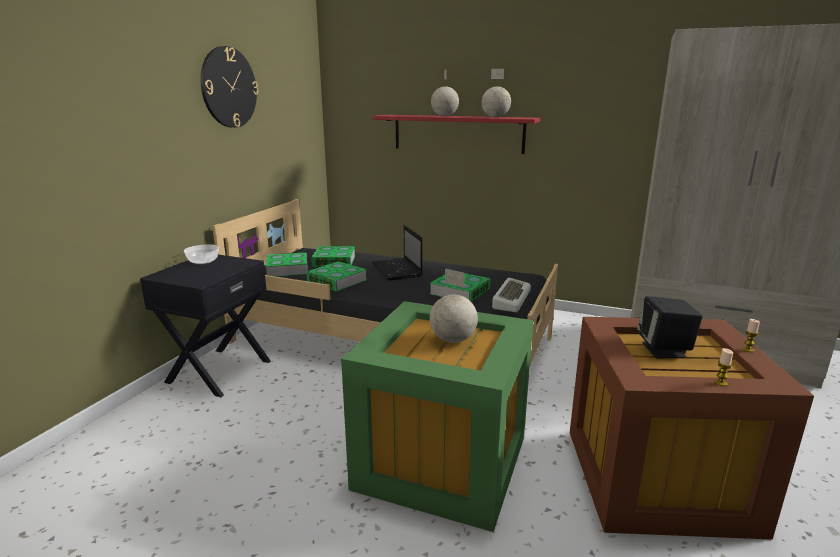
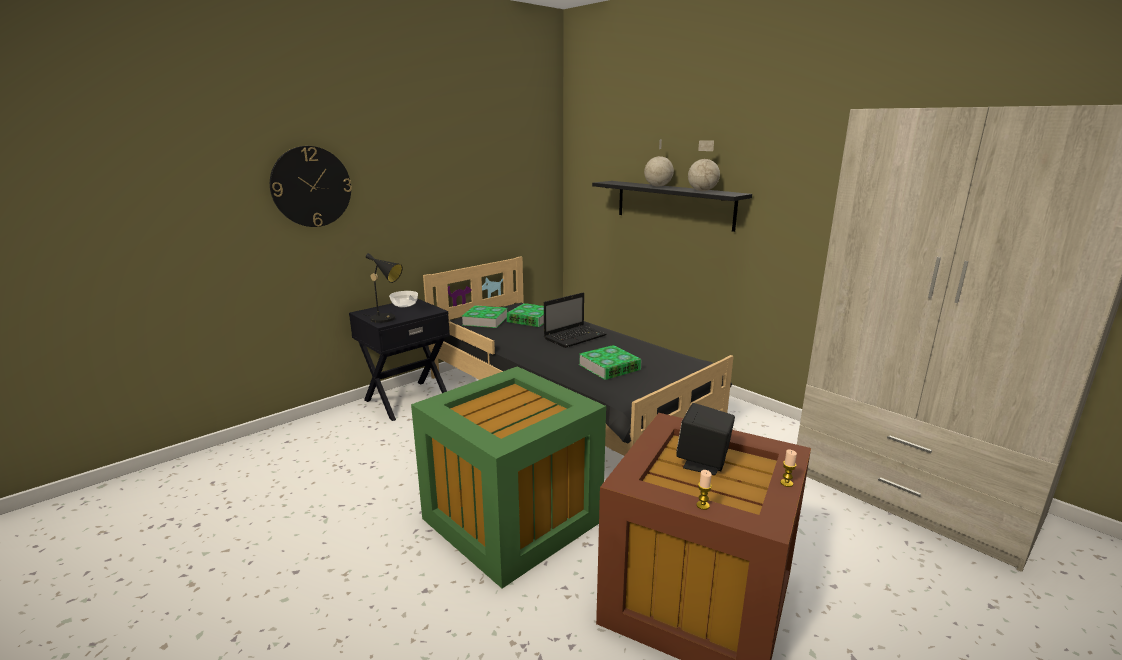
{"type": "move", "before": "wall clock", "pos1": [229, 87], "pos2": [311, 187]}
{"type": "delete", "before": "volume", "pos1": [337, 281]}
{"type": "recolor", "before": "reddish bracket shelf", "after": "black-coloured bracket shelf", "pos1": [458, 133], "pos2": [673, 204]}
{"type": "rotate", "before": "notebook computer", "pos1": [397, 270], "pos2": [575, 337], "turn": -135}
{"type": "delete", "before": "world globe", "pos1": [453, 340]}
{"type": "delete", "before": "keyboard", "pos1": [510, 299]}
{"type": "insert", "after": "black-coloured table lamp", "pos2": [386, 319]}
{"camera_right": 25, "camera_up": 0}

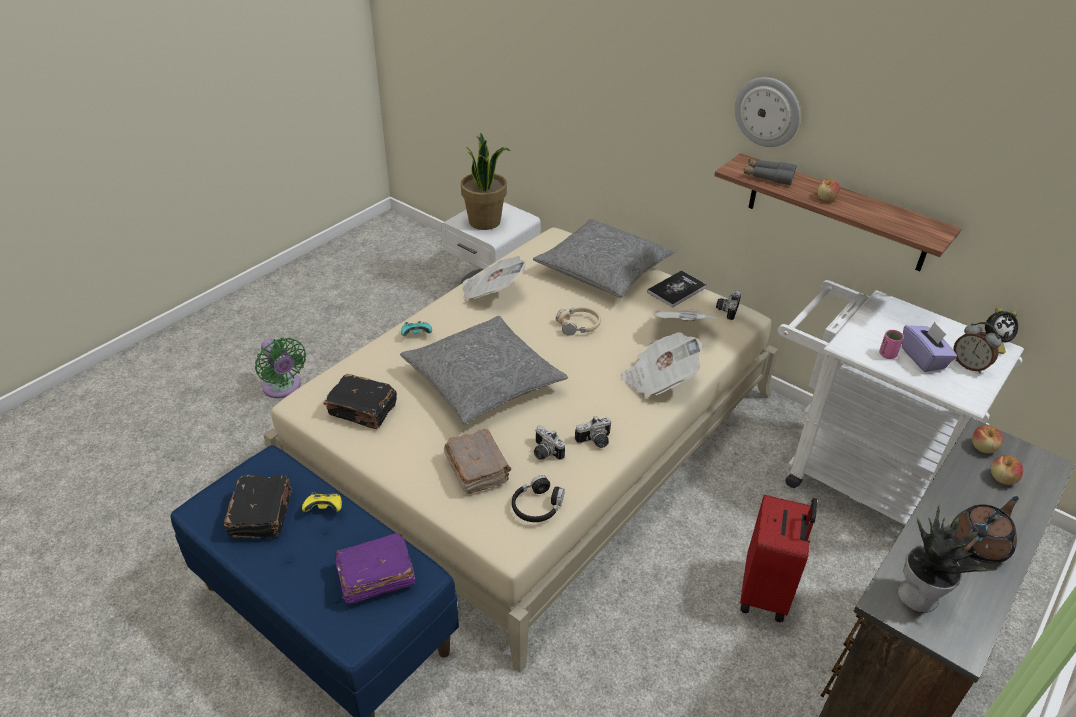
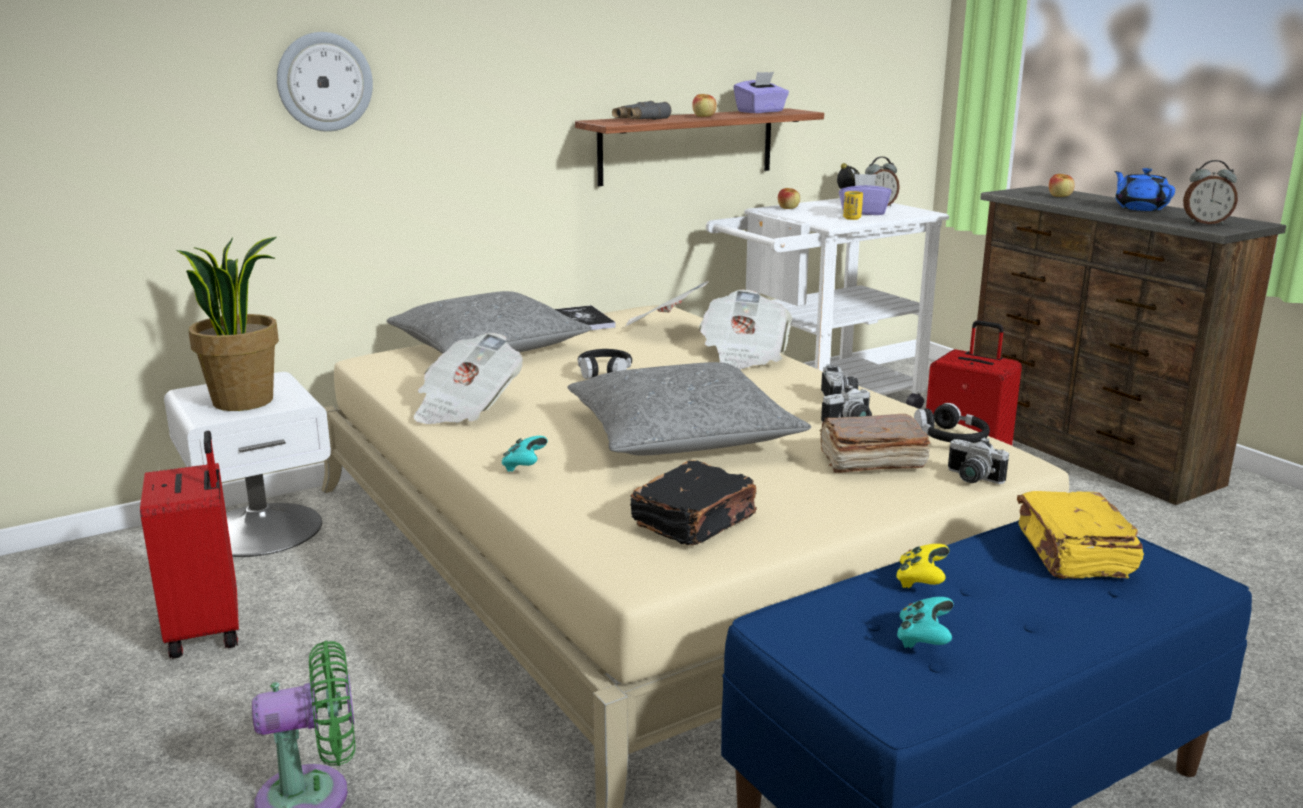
{"type": "replace", "before": "black-coloured volume", "after": "turquoise-coloured gamepad", "pos1": [262, 514], "pos2": [923, 639]}
{"type": "recolor", "before": "purple volume", "after": "yellow-coloured volume", "pos1": [375, 577], "pos2": [1073, 554]}
{"type": "recolor", "before": "sand-coloured headphones", "after": "black-coloured headphones", "pos1": [579, 325], "pos2": [604, 372]}
{"type": "move", "before": "photo camera", "pos1": [726, 310], "pos2": [971, 478]}
{"type": "move", "before": "wall clock", "pos1": [768, 112], "pos2": [324, 82]}
{"type": "recolor", "before": "pink small cup", "after": "yellow-coloured small cup", "pos1": [887, 354], "pos2": [852, 218]}
{"type": "replace", "before": "potted plant", "after": "alarm clock", "pos1": [919, 595], "pos2": [1205, 223]}
{"type": "recolor", "before": "brown-coloured teapot", "after": "blue teapot", "pos1": [979, 544], "pos2": [1140, 208]}
{"type": "move", "before": "apple", "pos1": [983, 448], "pos2": [788, 208]}
{"type": "insert", "after": "reddish suitcase", "pos2": [207, 629]}
{"type": "insert", "after": "purple tissue box", "pos2": [760, 112]}
{"camera_right": -70, "camera_up": -20}

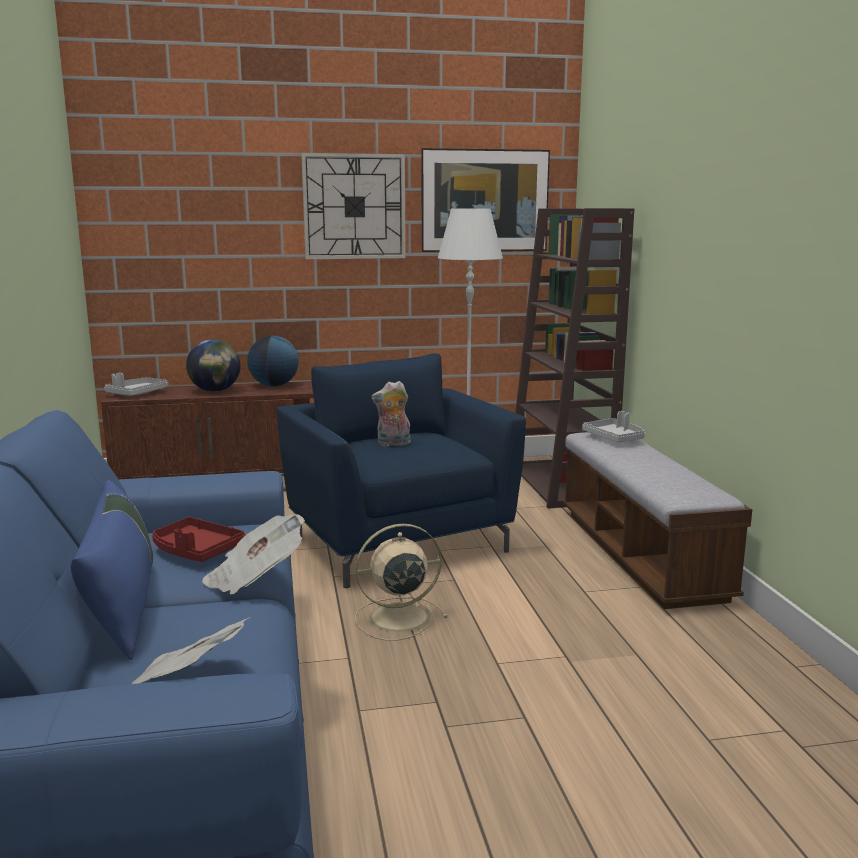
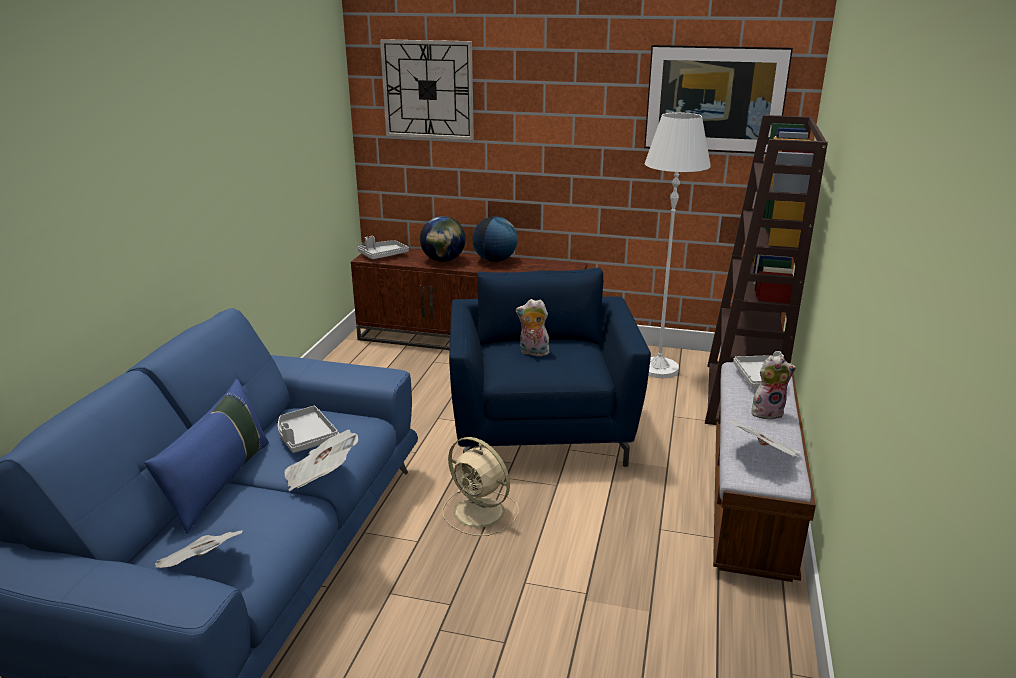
{"type": "recolor", "before": "reddish carrying tray", "after": "gray carrying tray", "pos1": [196, 551], "pos2": [305, 437]}
{"type": "move", "before": "wall clock", "pos1": [354, 207], "pos2": [428, 89]}
{"type": "rotate", "before": "sand-coloured cooling fan", "pos1": [396, 618], "pos2": [481, 512], "turn": -150}
{"type": "insert", "after": "daily paper", "pos2": [764, 456]}
{"type": "insert", "after": "cuddly toy", "pos2": [767, 412]}
{"camera_right": 25, "camera_up": 10}

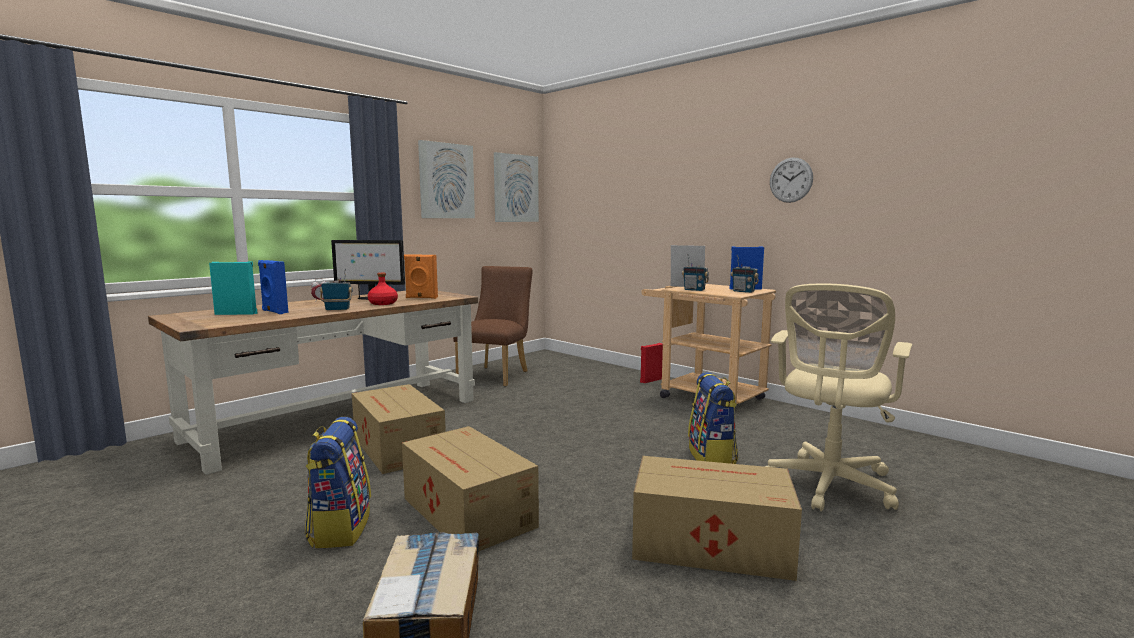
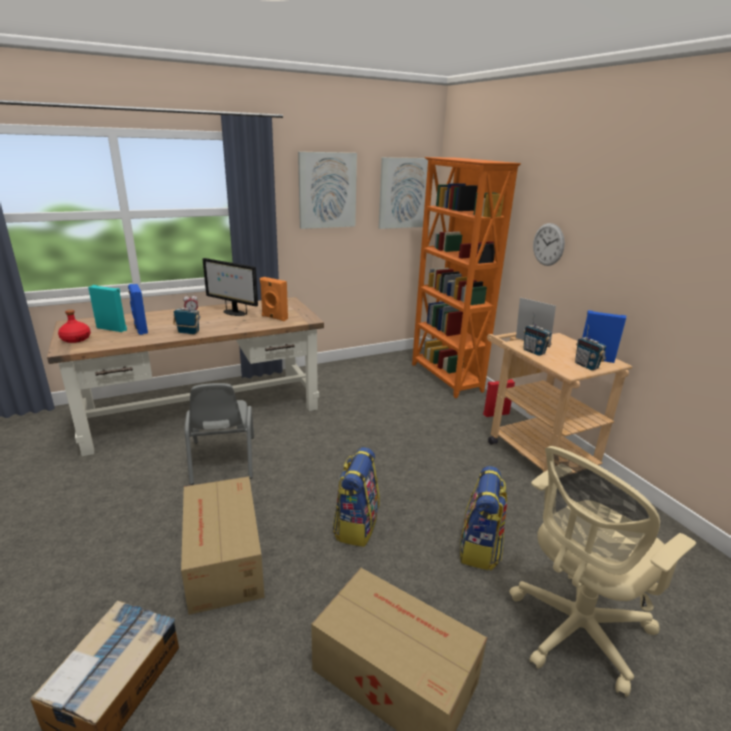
{"type": "move", "before": "backpack", "pos1": [340, 528], "pos2": [356, 525]}
{"type": "replace", "before": "packing box", "after": "gray upright chair", "pos1": [398, 448], "pos2": [222, 460]}
{"type": "move", "before": "reddish drink bottle", "pos1": [382, 303], "pos2": [75, 339]}
{"type": "delete", "before": "brown-coloured upright chair", "pos1": [496, 375]}
{"type": "move", "before": "wall clock", "pos1": [791, 180], "pos2": [548, 244]}
{"type": "insert", "after": "orangey bookshelf", "pos2": [445, 378]}
{"camera_right": 20, "camera_up": 15}

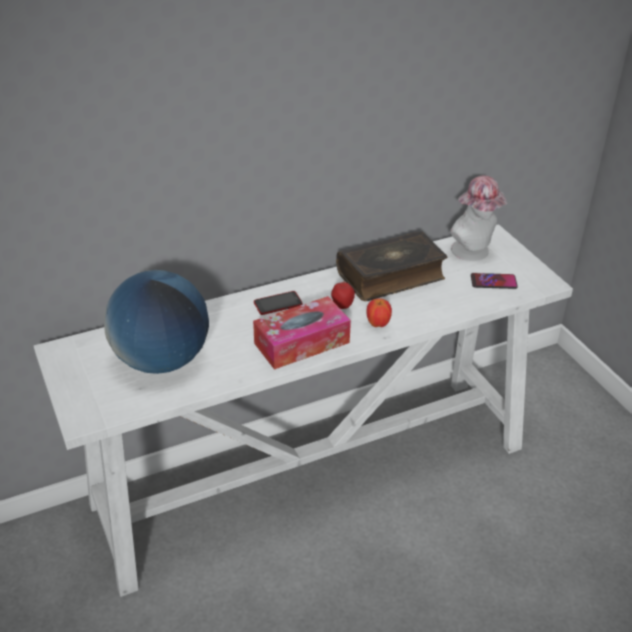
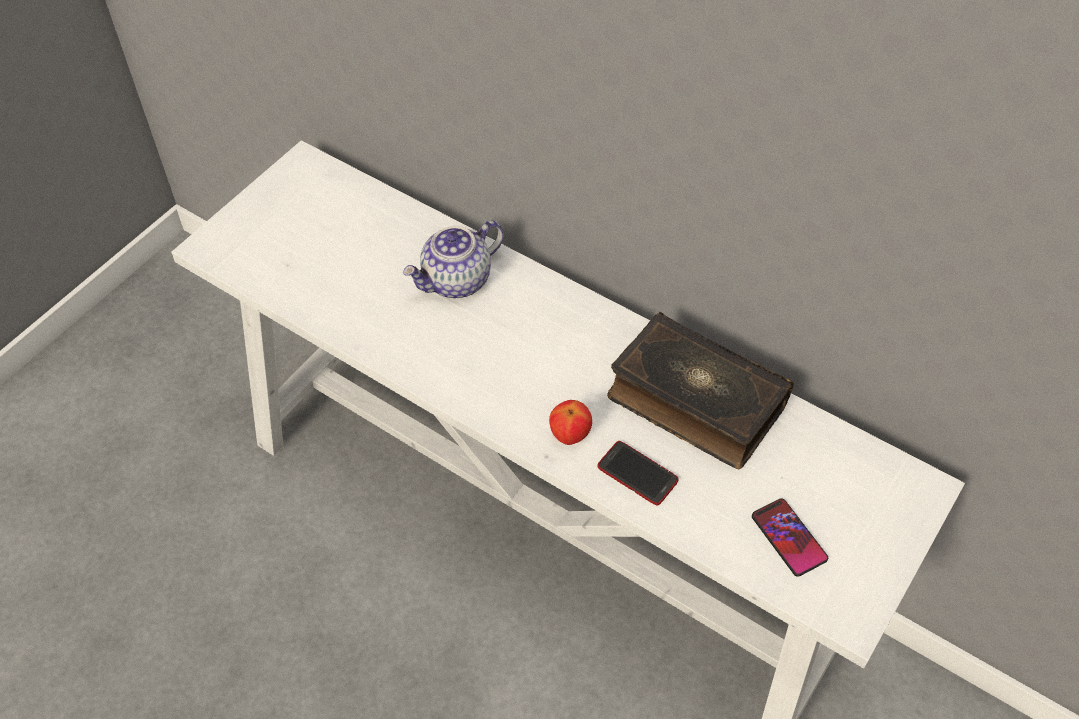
{"type": "delete", "before": "world globe", "pos1": [161, 360]}
{"type": "delete", "before": "tissue box", "pos1": [301, 343]}
{"type": "move", "before": "phone", "pos1": [278, 304], "pos2": [637, 474]}
{"type": "delete", "before": "apple", "pos1": [342, 306]}
{"type": "delete", "before": "wearable hat", "pos1": [474, 252]}
{"type": "insert", "after": "teapot", "pos2": [456, 281]}
{"camera_right": 60, "camera_up": 15}

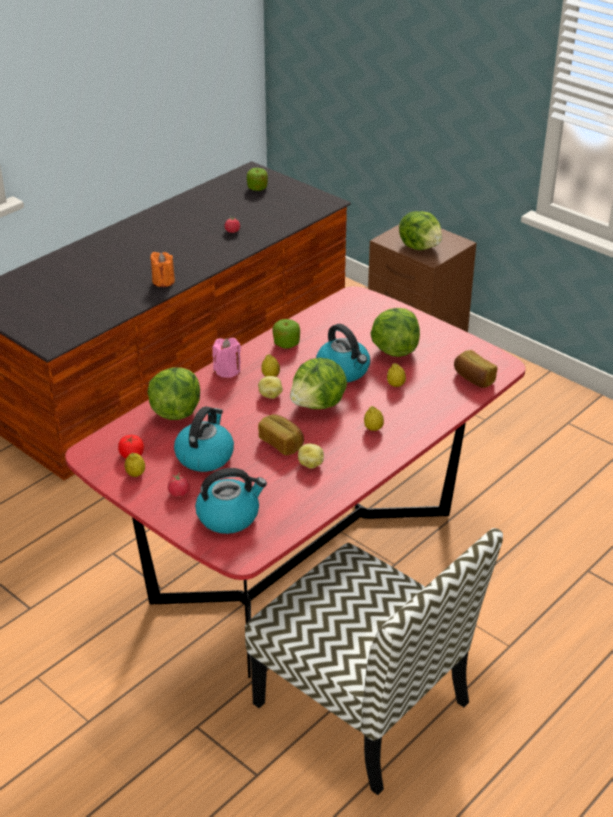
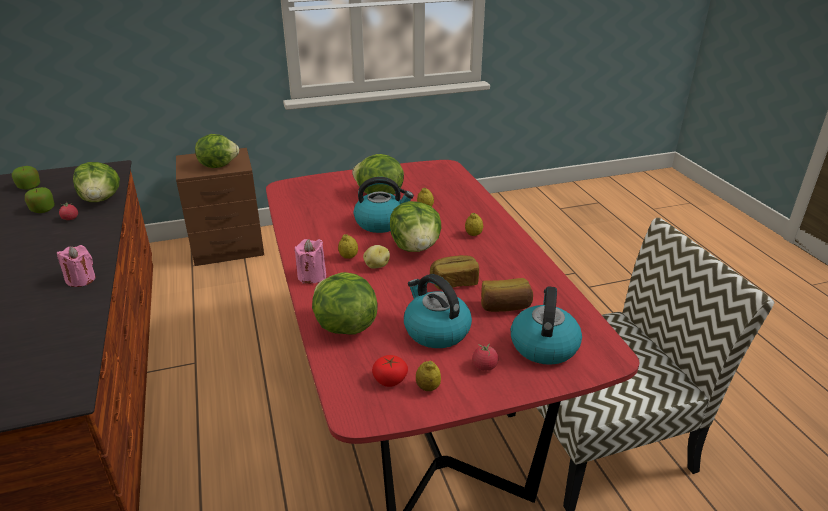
{"type": "recolor", "before": "orangey wax candle", "after": "pink wax candle", "pos1": [163, 281], "pos2": [81, 279]}
{"type": "move", "before": "apple", "pos1": [286, 344], "pos2": [43, 210]}
{"type": "delete", "before": "whole potato", "pos1": [310, 464]}
{"type": "move", "before": "bread", "pos1": [473, 379], "pos2": [505, 307]}
{"type": "insert", "after": "lettuce head", "pos2": [101, 199]}
{"camera_right": -60, "camera_up": -5}

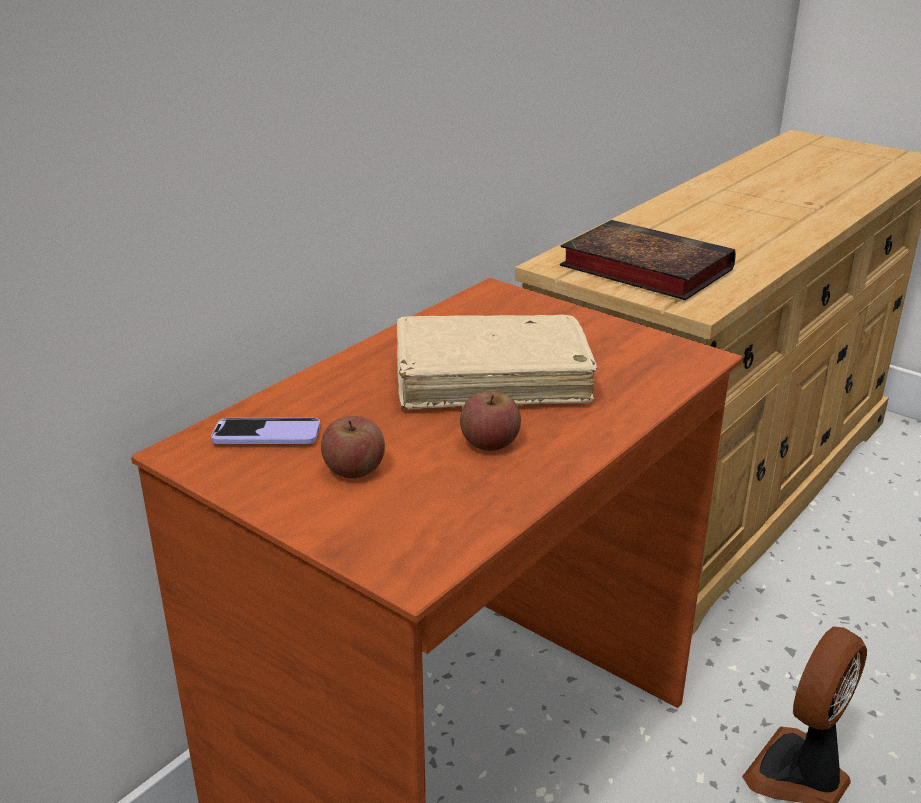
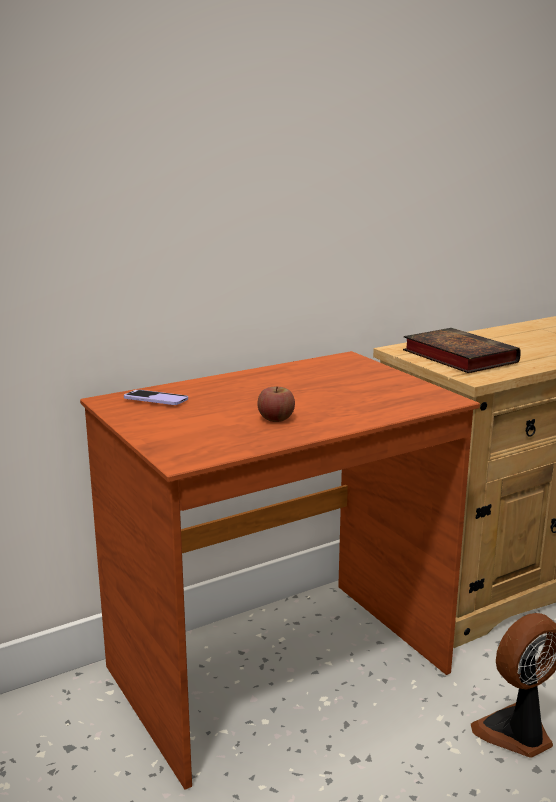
{"type": "delete", "before": "apple", "pos1": [354, 469]}
{"type": "delete", "before": "sand-coloured volume", "pos1": [491, 379]}
{"camera_right": 20, "camera_up": -10}

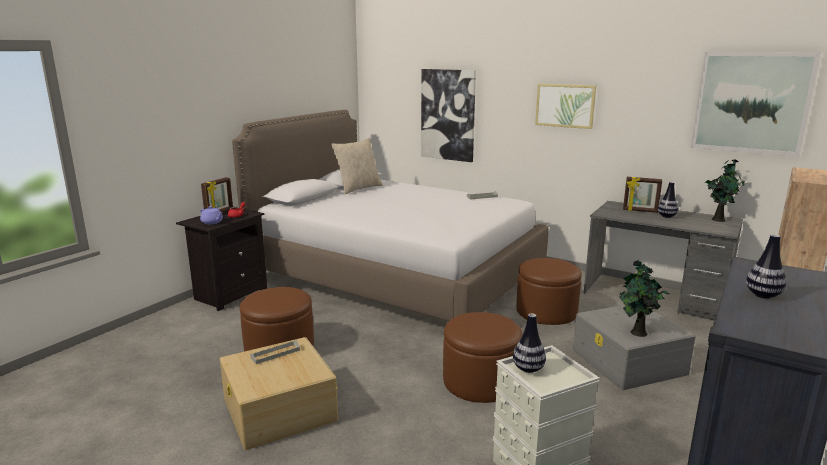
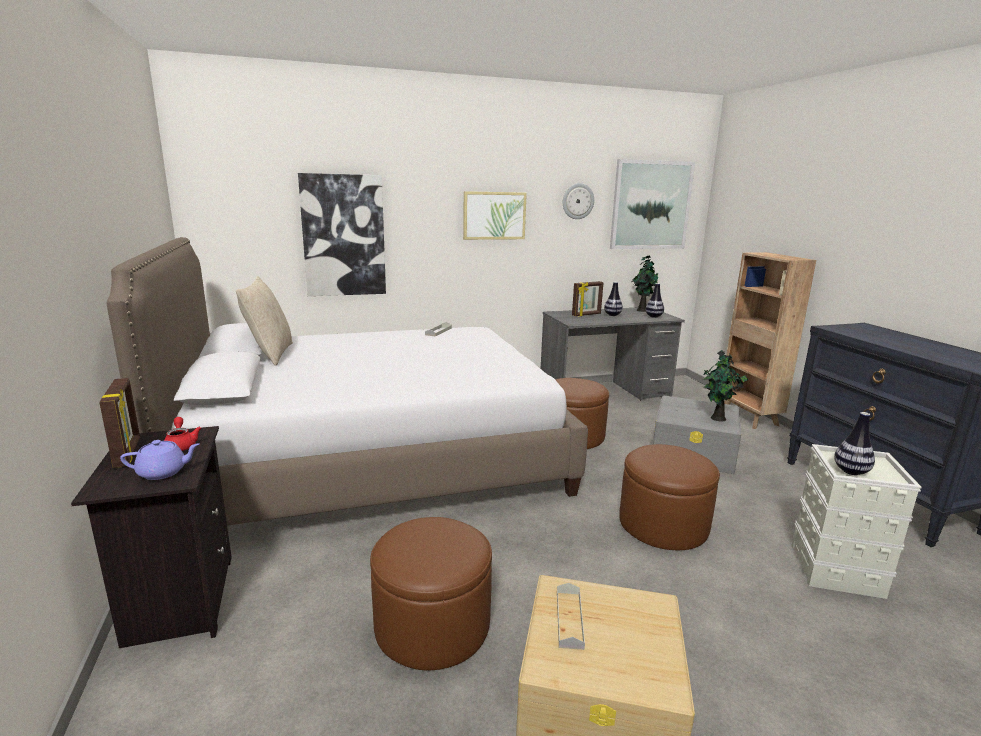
{"type": "move", "before": "vase", "pos1": [762, 295], "pos2": [653, 316]}
{"type": "insert", "after": "wall clock", "pos2": [577, 201]}
{"camera_right": -50, "camera_up": 0}

